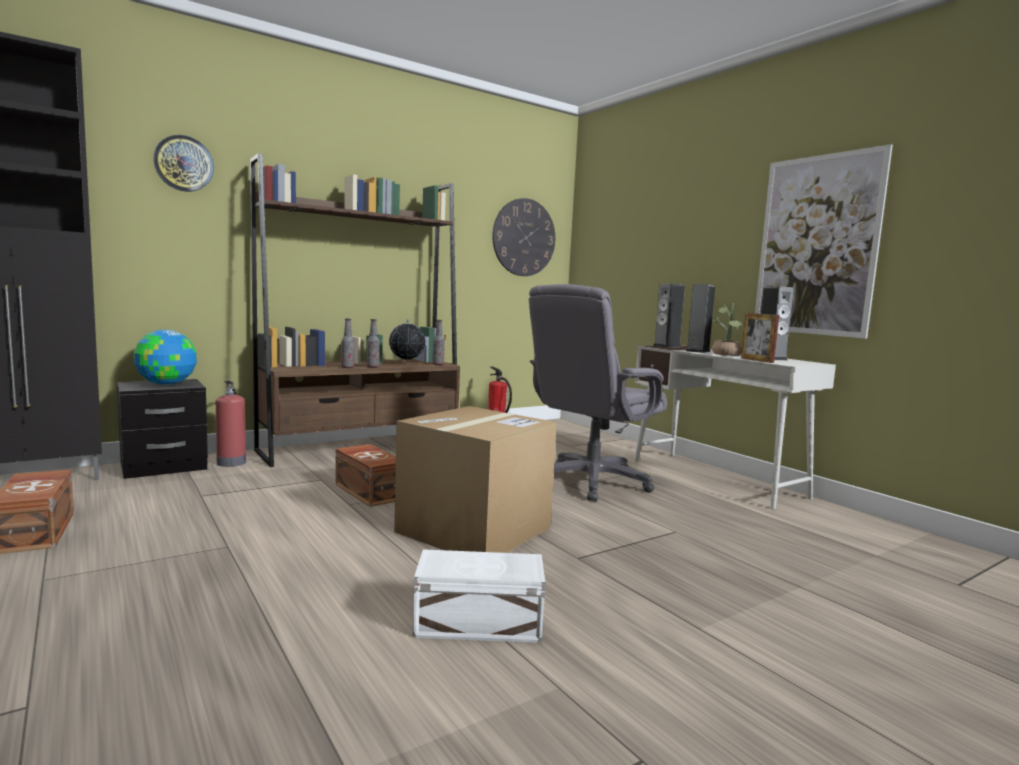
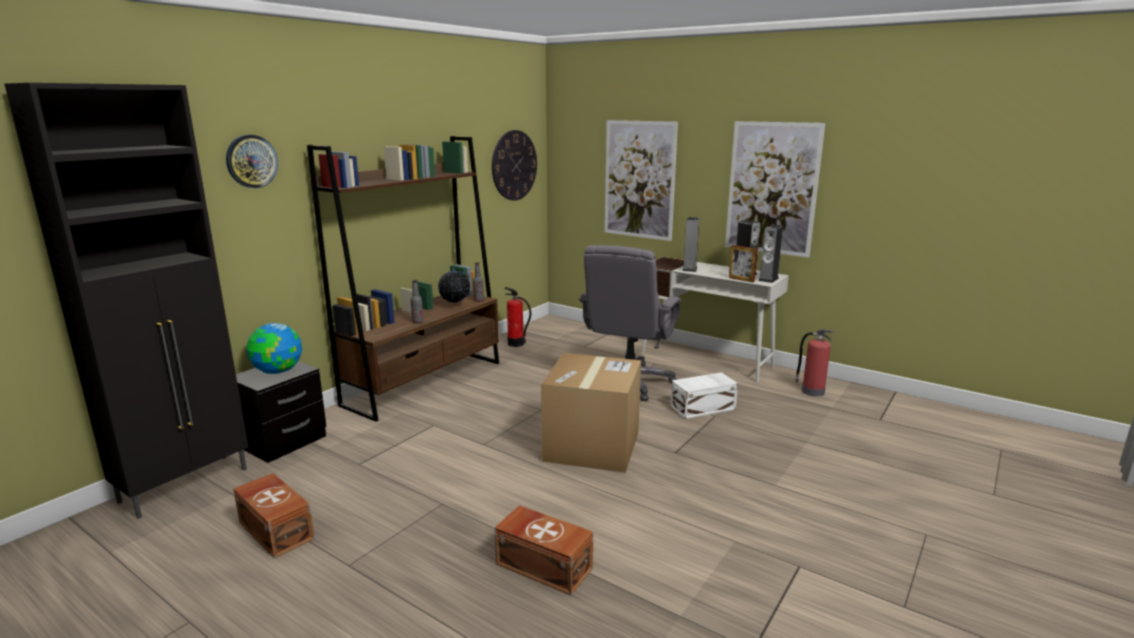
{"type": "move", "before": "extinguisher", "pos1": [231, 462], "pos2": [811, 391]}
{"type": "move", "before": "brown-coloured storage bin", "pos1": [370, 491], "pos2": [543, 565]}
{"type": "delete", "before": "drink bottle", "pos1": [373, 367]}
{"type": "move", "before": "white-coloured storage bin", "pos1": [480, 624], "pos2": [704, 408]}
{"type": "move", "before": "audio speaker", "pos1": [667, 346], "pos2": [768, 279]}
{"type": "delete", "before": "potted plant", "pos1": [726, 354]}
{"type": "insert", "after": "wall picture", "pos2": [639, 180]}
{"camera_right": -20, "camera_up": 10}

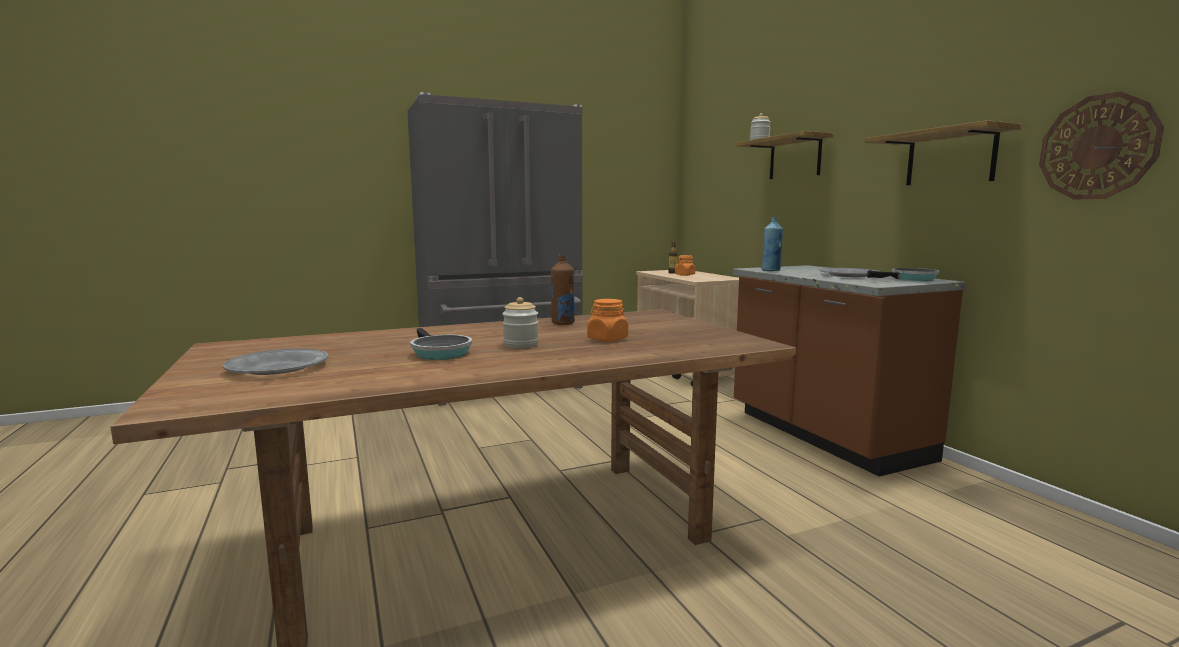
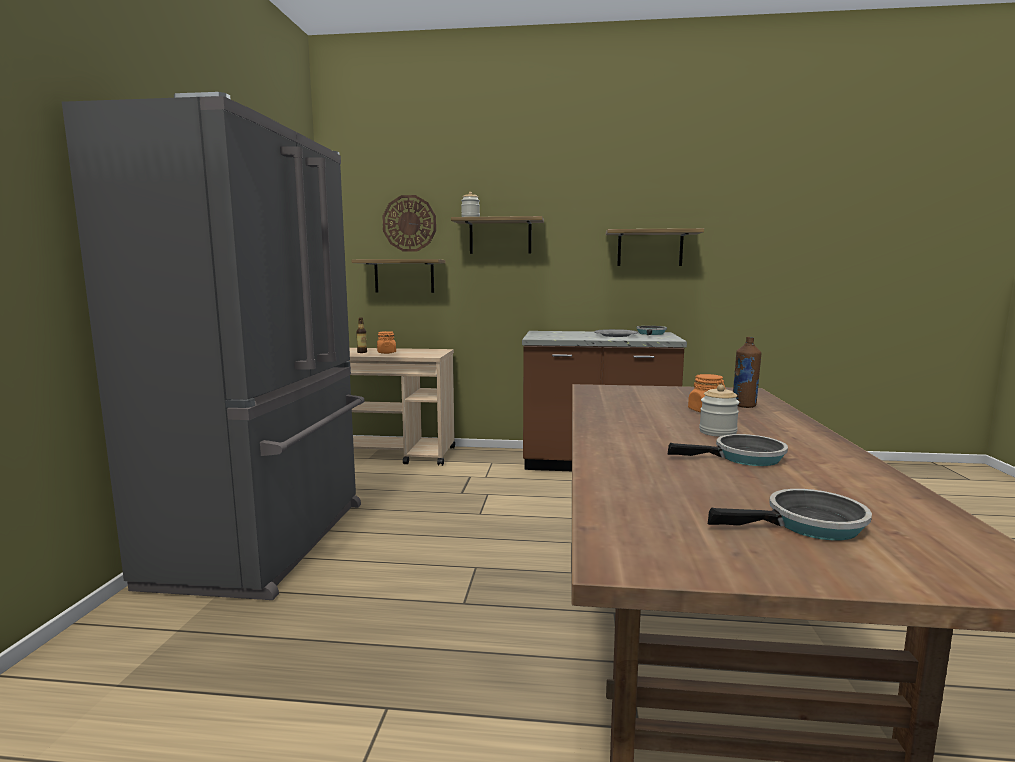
{"type": "replace", "before": "gray plate", "after": "frying pan", "pos1": [277, 368], "pos2": [808, 525]}
{"type": "move", "before": "brown-coloured drink bottle", "pos1": [562, 323], "pos2": [744, 405]}
{"type": "delete", "before": "blue drink bottle", "pos1": [771, 271]}
{"type": "move", "before": "wall clock", "pos1": [1097, 147], "pos2": [409, 223]}
{"type": "insert", "after": "bracket shelf", "pos2": [404, 276]}
{"camera_right": -60, "camera_up": 0}

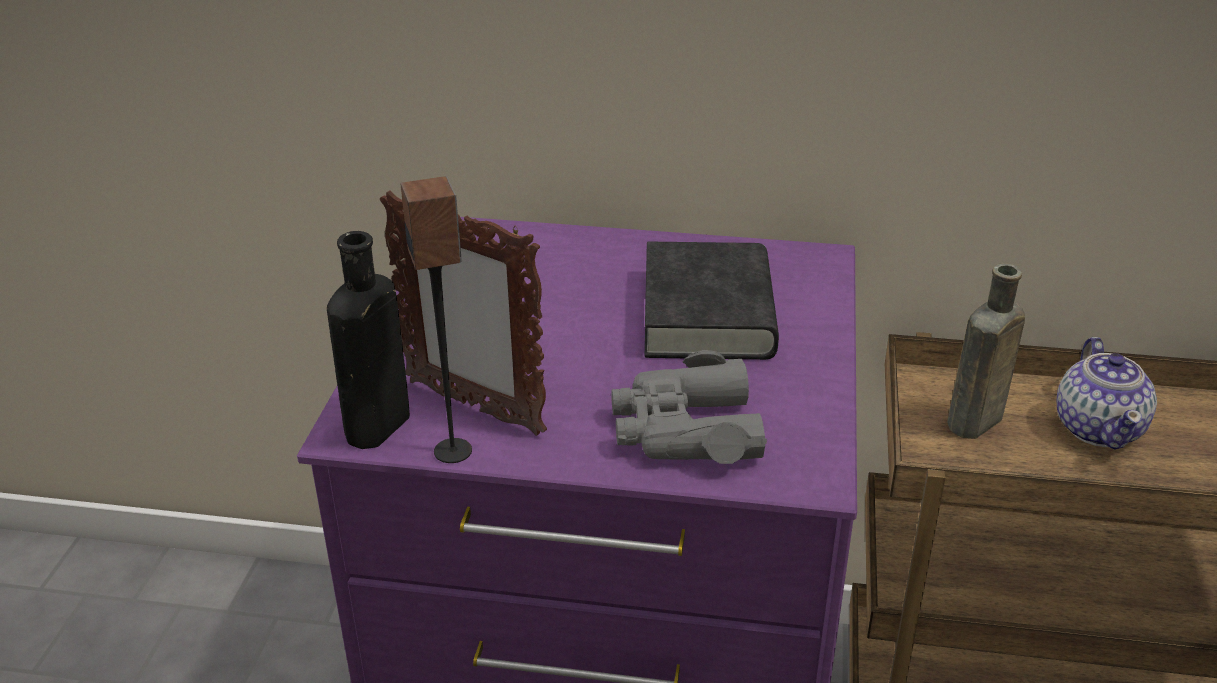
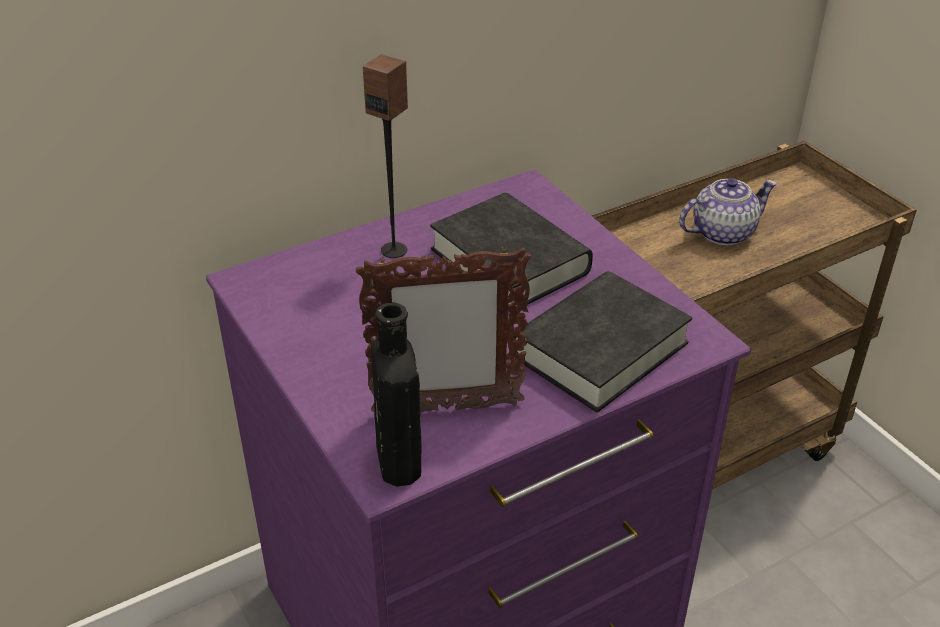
{"type": "move", "before": "audio speaker", "pos1": [453, 451], "pos2": [394, 250]}
{"type": "replace", "before": "gray binoculars", "after": "black-coloured volume", "pos1": [685, 430], "pos2": [599, 350]}
{"type": "delete", "before": "brown-coloured drink bottle", "pos1": [972, 424]}
{"type": "rotate", "before": "teapot", "pos1": [1099, 428], "pos2": [721, 232], "turn": -75}
{"camera_right": -40, "camera_up": 5}

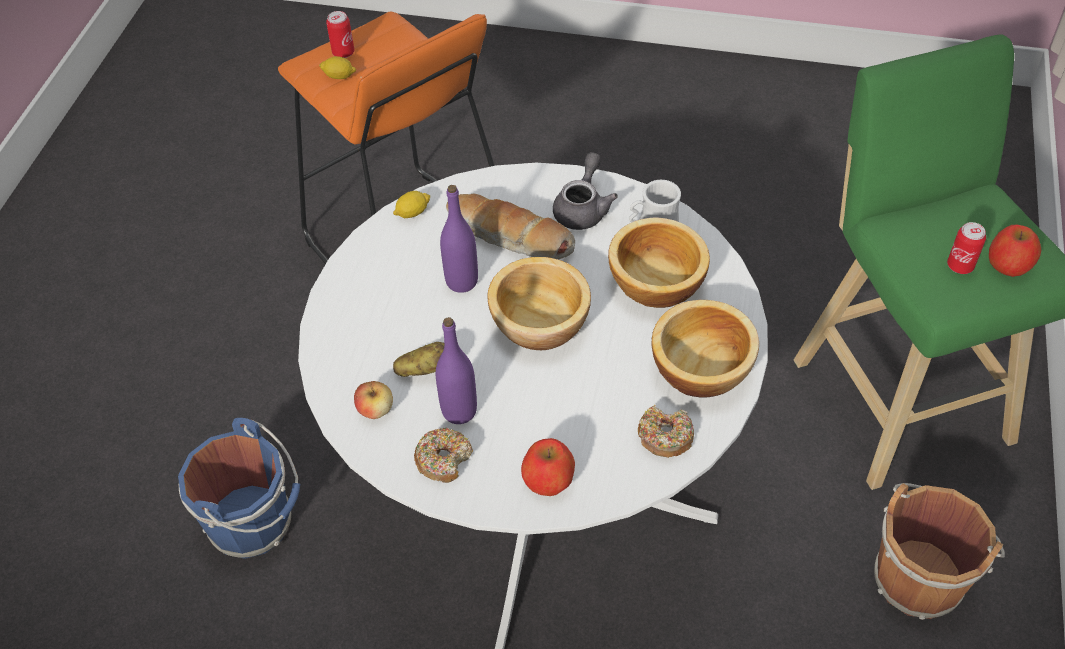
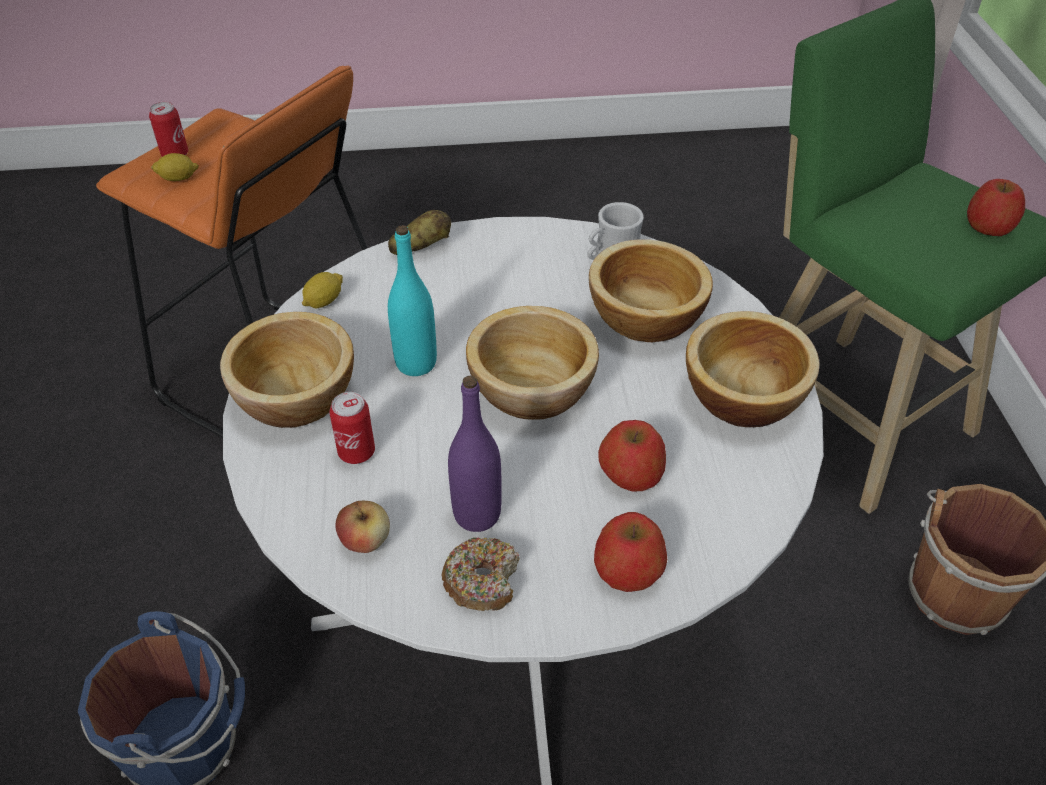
{"type": "move", "before": "whole potato", "pos1": [425, 370], "pos2": [421, 248]}
{"type": "recolor", "before": "purple drink bottle", "after": "turquoise-coloured drink bottle", "pos1": [461, 281], "pos2": [416, 363]}
{"type": "delete", "before": "bread", "pos1": [509, 238]}
{"type": "delete", "before": "gray teapot", "pos1": [583, 208]}
{"type": "delete", "before": "ring doughnut", "pos1": [665, 437]}
{"type": "move", "before": "sealed can", "pos1": [960, 266], "pos2": [356, 452]}
{"type": "insert", "after": "bowl", "pos2": [297, 397]}
{"type": "insert", "after": "apple", "pos2": [631, 473]}
{"camera_right": -20, "camera_up": -5}

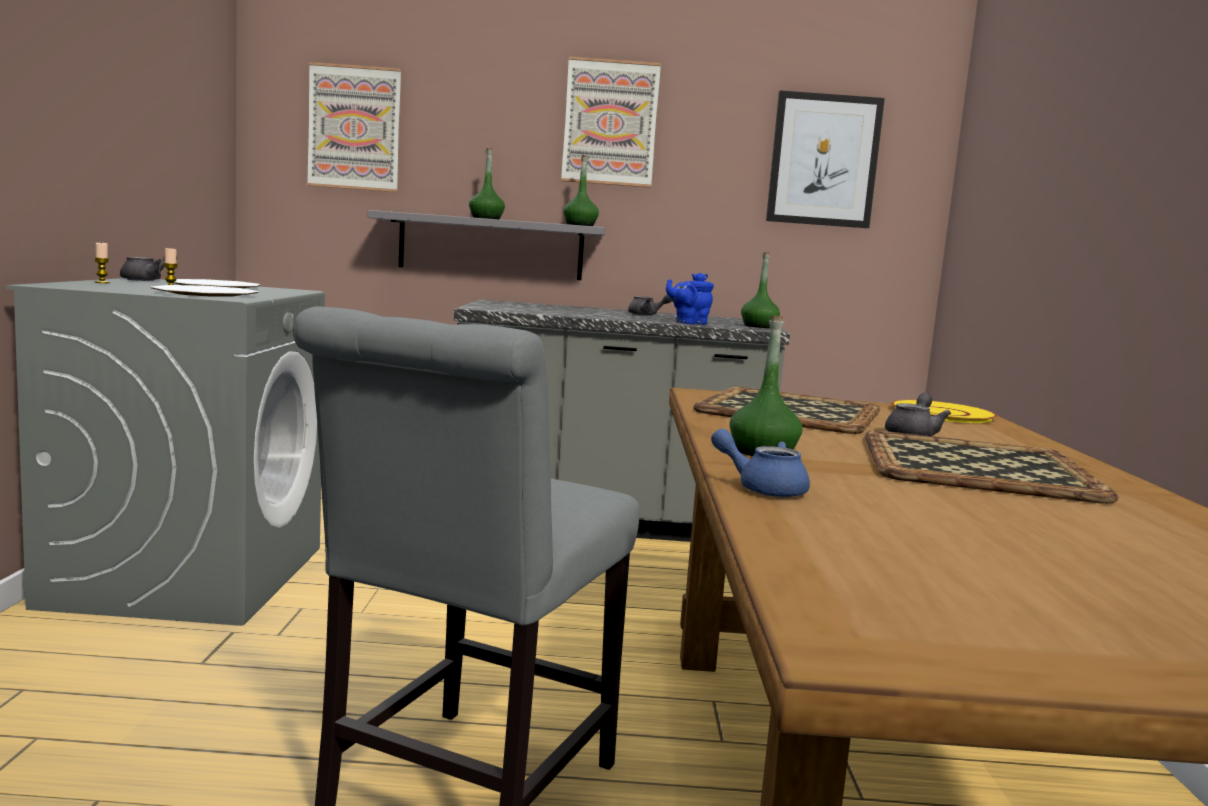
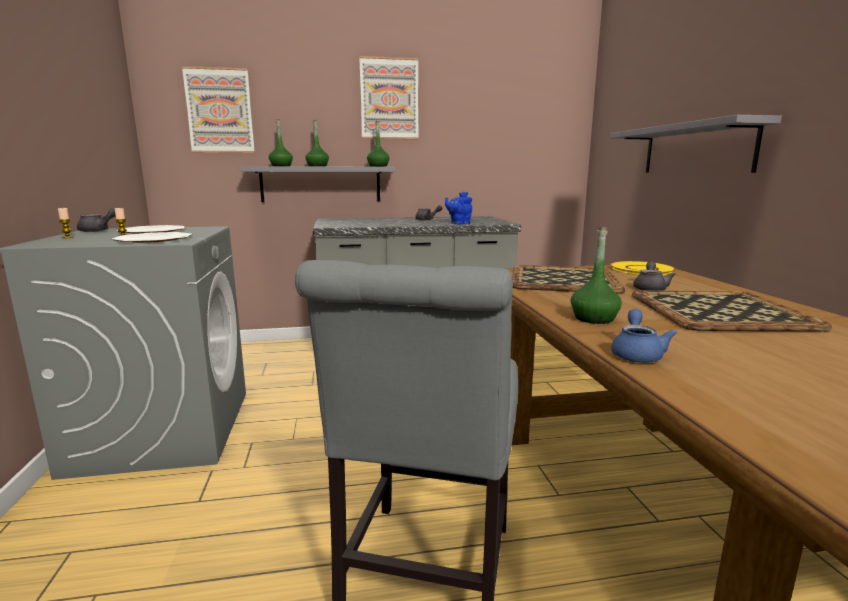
{"type": "rotate", "before": "blue teapot", "pos1": [762, 488], "pos2": [637, 354], "turn": 90}
{"type": "move", "before": "green-coloured drink bottle", "pos1": [758, 326], "pos2": [281, 166]}
{"type": "delete", "before": "wall picture", "pos1": [823, 160]}
{"type": "insert", "after": "gray bracket shelf", "pos2": [696, 149]}
{"camera_right": -10, "camera_up": 5}

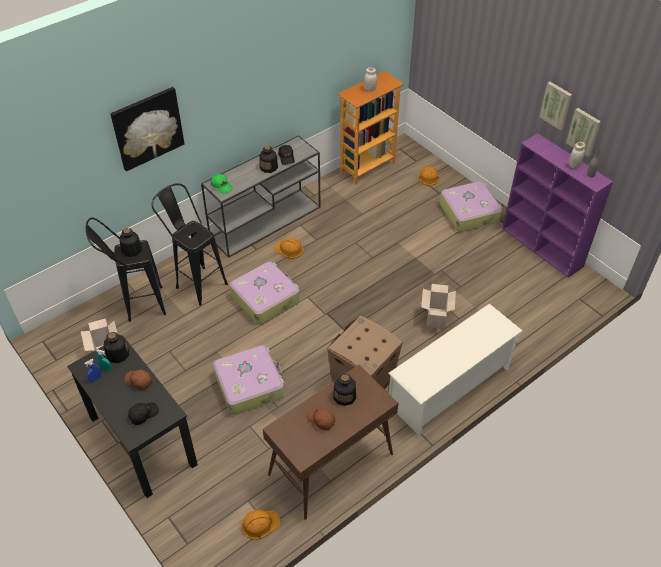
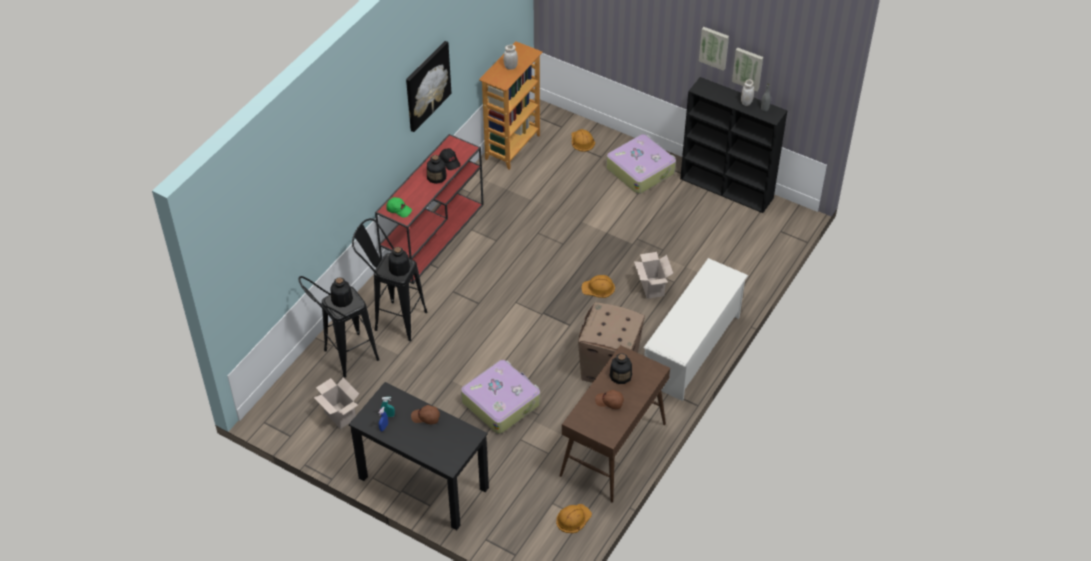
{"type": "move", "before": "drink bottle", "pos1": [117, 354], "pos2": [399, 269]}
{"type": "move", "before": "wall picture", "pos1": [147, 128], "pos2": [427, 85]}
{"type": "delete", "before": "black-coloured cap", "pos1": [143, 414]}
{"type": "recolor", "before": "gray console table", "after": "reddish console table", "pos1": [266, 222], "pos2": [434, 235]}
{"type": "delete", "before": "suitcase", "pos1": [265, 298]}
{"type": "move", "before": "orangey work helmet", "pos1": [289, 249], "pos2": [598, 288]}
{"type": "recolor", "before": "purple bookshelf", "after": "black-coloured bookshelf", "pos1": [542, 247], "pos2": [727, 189]}
{"camera_right": -20, "camera_up": 0}

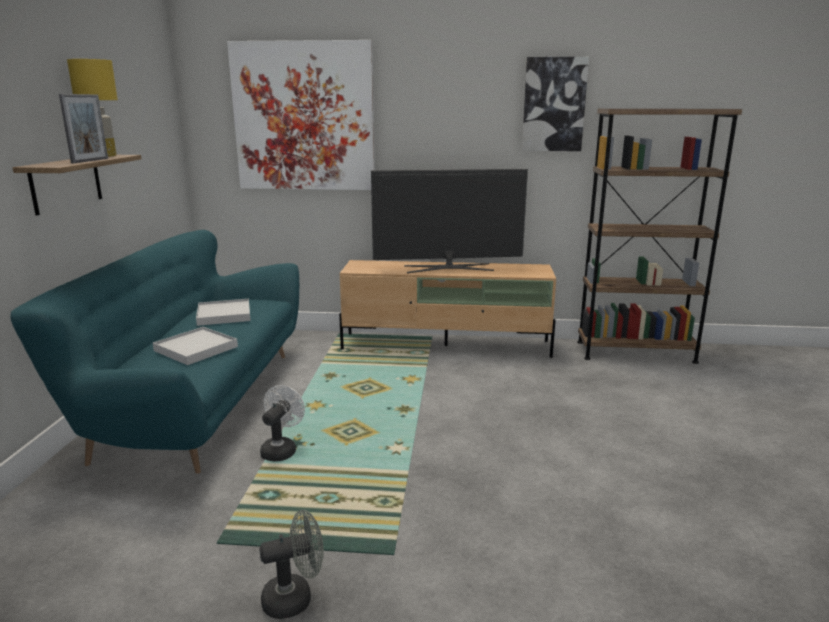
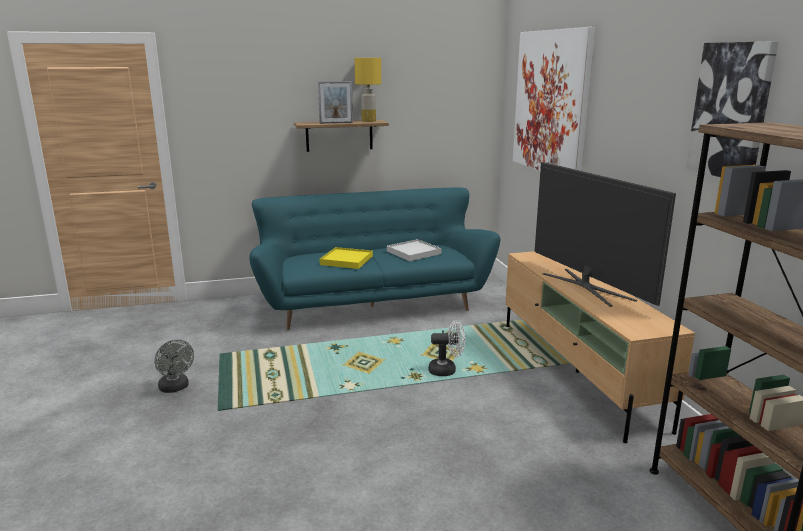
{"type": "recolor", "before": "white-coloured carrying tray", "after": "yellow-coloured carrying tray", "pos1": [196, 349], "pos2": [346, 260]}
{"type": "move", "before": "white-coloured cooling fan", "pos1": [281, 449], "pos2": [447, 370]}
{"camera_right": 70, "camera_up": 0}

